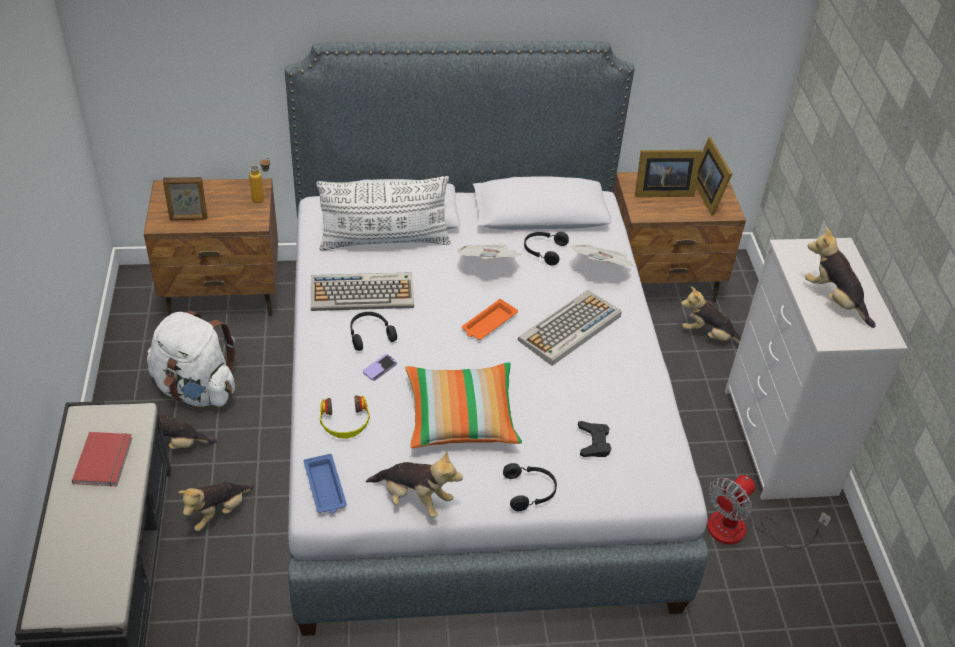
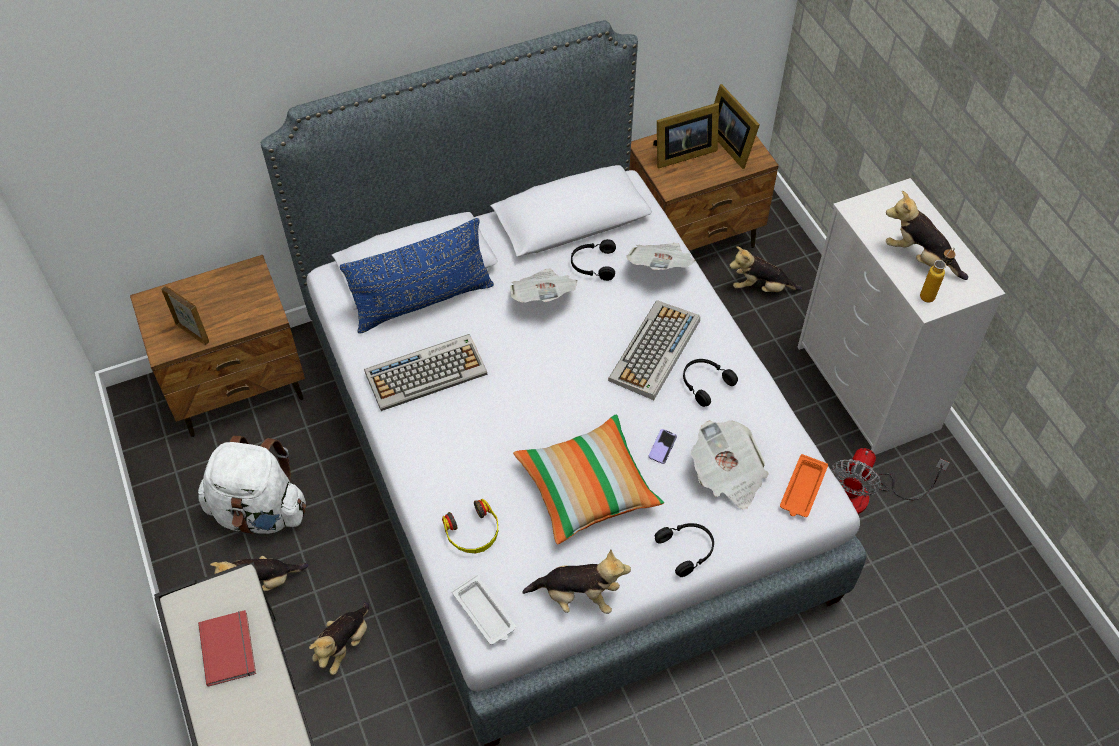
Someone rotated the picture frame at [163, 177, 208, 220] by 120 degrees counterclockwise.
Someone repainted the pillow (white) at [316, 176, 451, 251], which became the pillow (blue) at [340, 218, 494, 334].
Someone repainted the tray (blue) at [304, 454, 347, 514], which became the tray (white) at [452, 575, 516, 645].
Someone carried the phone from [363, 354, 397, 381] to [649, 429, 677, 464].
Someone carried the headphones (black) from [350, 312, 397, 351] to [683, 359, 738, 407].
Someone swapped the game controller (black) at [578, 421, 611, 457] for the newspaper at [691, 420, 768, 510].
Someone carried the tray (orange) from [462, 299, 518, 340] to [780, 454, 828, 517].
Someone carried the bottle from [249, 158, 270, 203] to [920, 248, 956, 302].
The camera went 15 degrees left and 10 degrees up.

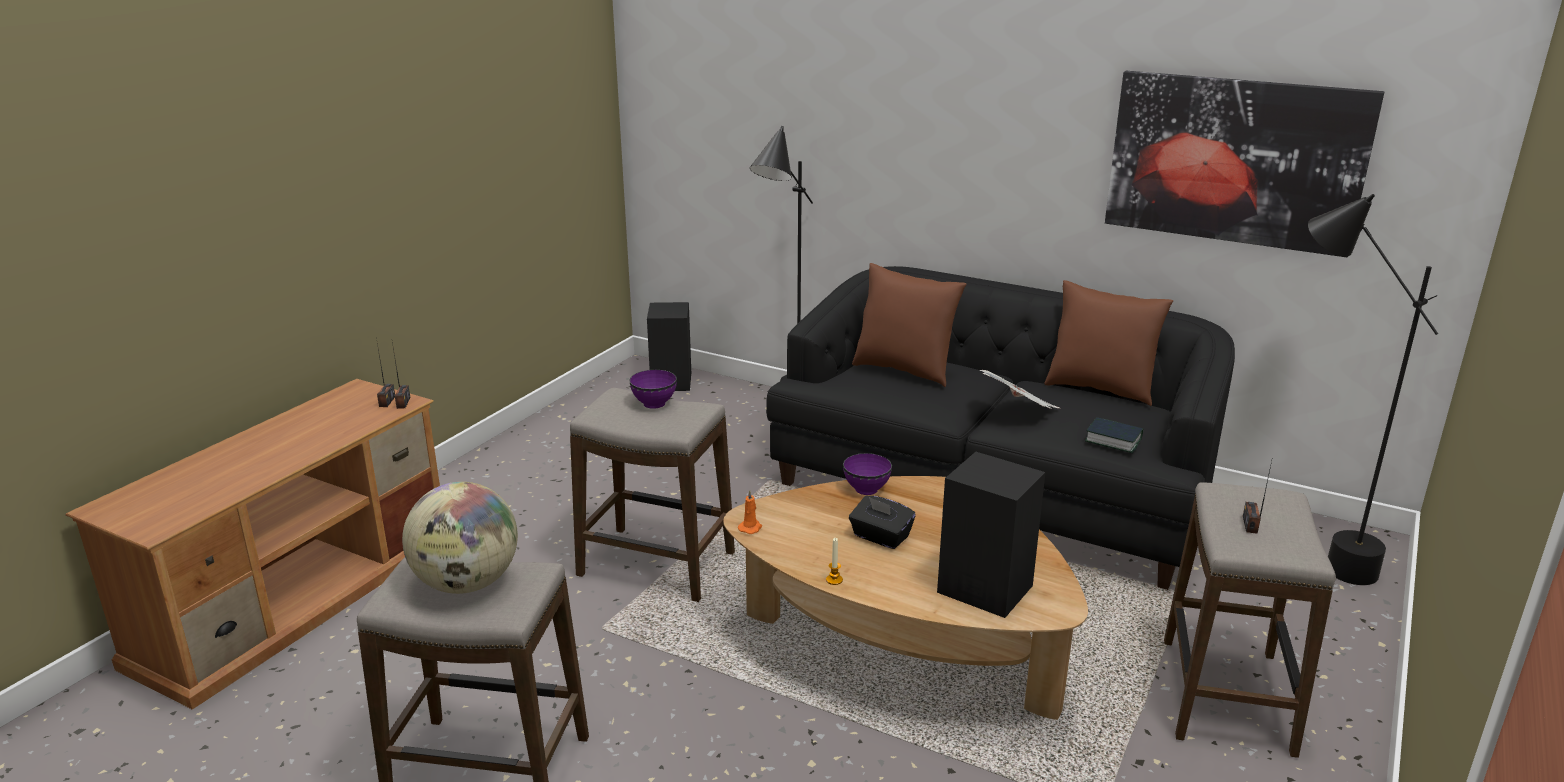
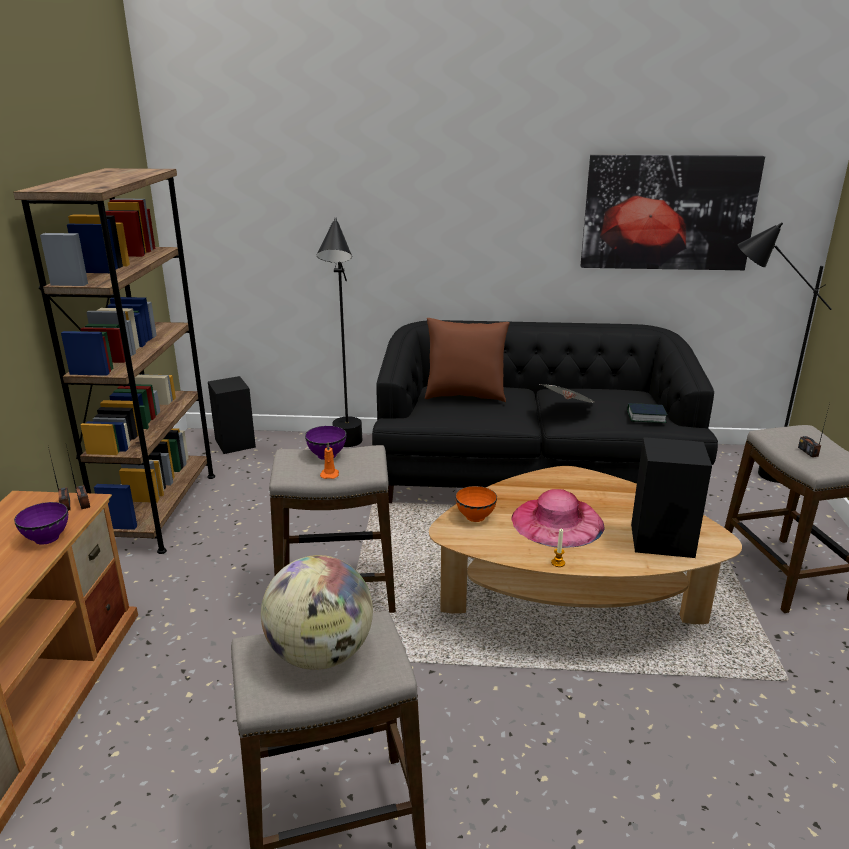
Someone put down the bookcase (brown) at [13, 168, 215, 554].
Someone carried the bowl (purple) from [843, 453, 892, 495] to [14, 502, 68, 545].
Someone carried the candle (orange) from [738, 490, 762, 534] to [320, 443, 339, 479].
Someone put down the bowl (orange) at [455, 486, 497, 522].
Someone swapped the tissue box (black) at [849, 496, 916, 549] for the hat (pink) at [511, 489, 605, 548].
Someone took away the pillow (brown) at [1044, 280, 1173, 406].
The camera went 25 degrees left and 0 degrees up.

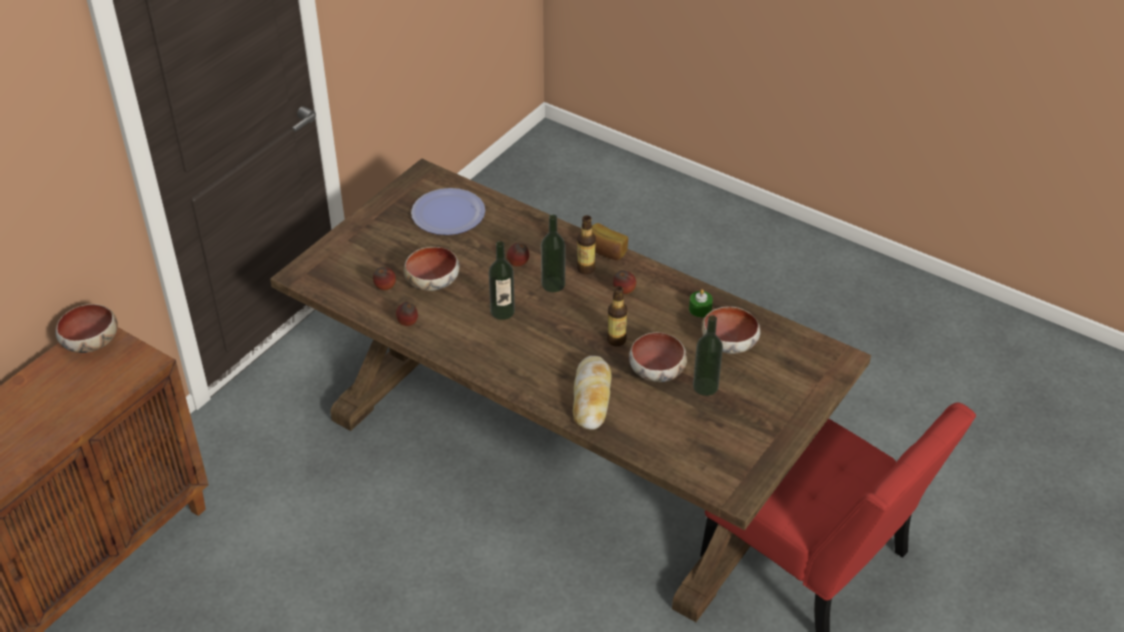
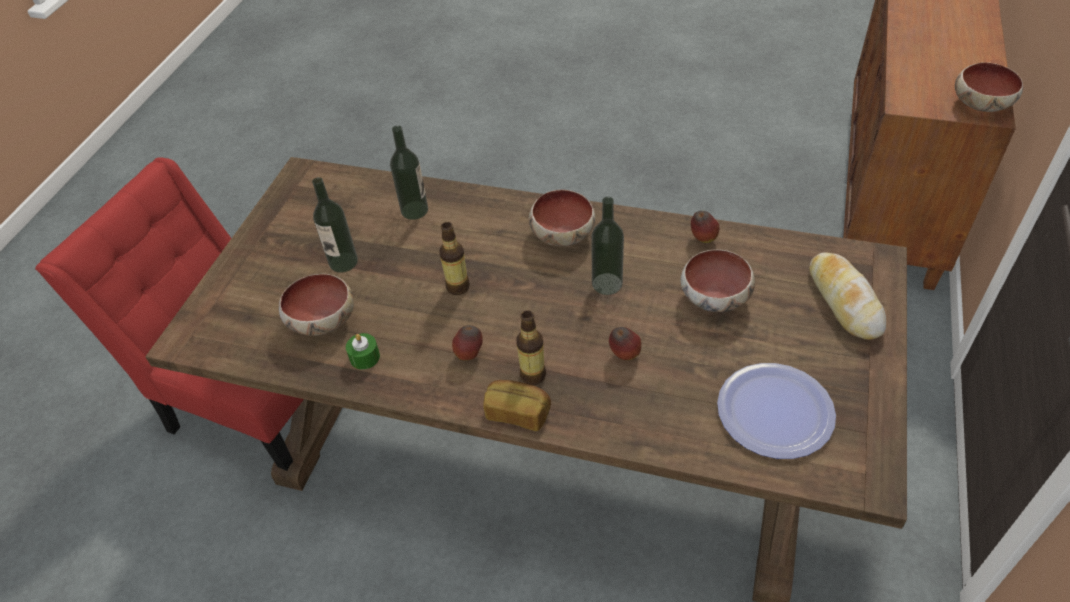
Someone carried the bottle from [541, 214, 565, 292] to [390, 125, 428, 220].
Someone carried the bowl from [629, 332, 687, 382] to [529, 190, 595, 247].
Someone carried the bread from [573, 356, 612, 430] to [809, 252, 886, 340].
Someone took away the apple at [373, 267, 396, 290].
The camera went 165 degrees right and 5 degrees up.

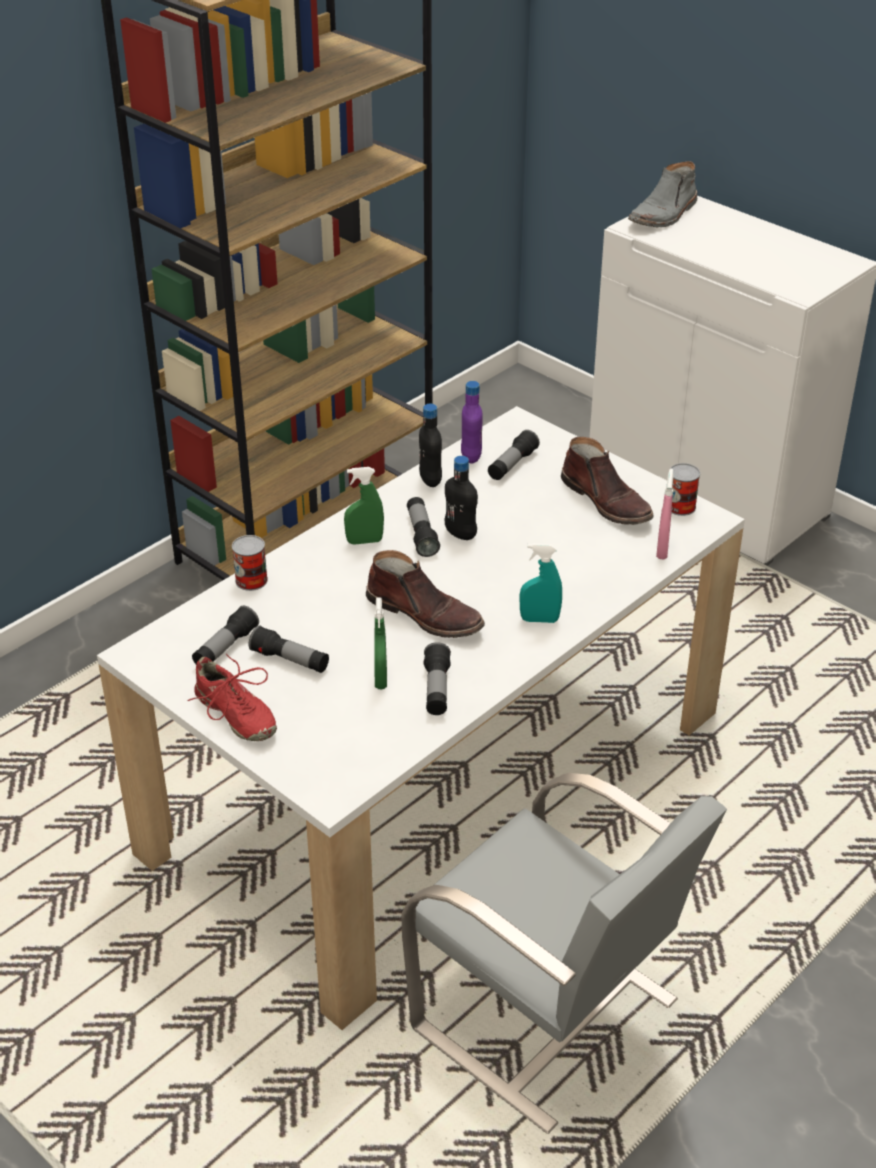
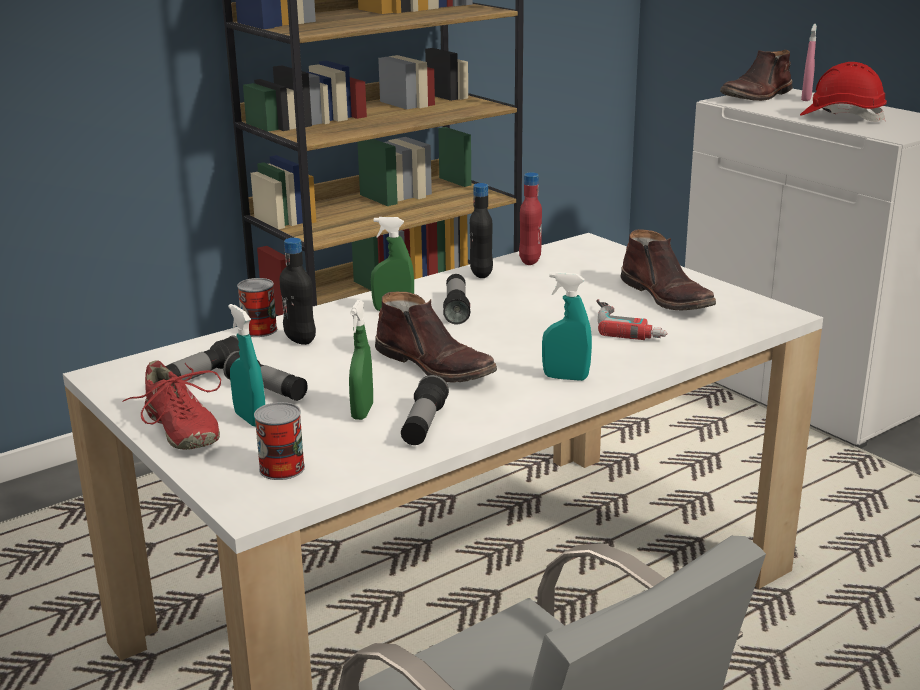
Someone put down the spray bottle (turquoise) at [228, 304, 265, 427].
Someone carried the can from [670, 463, 700, 516] to [254, 402, 305, 480].
Someone carried the bottle (black) from [444, 456, 478, 540] to [280, 238, 316, 345].
Someone repainted the bottle (purple) at [461, 381, 483, 464], which became the bottle (red) at [519, 173, 542, 265].
Someone put down the power drill at [596, 299, 667, 340].
Someone repainted the boot (grey) at [628, 161, 697, 227], which became the boot (brown) at [720, 50, 793, 101].
Someone put down the hard hat (red) at [800, 62, 887, 122].
Someone carried the spray bottle (pink) from [656, 469, 674, 560] to [801, 24, 817, 101].
Someone took away the flashlight at [488, 430, 540, 480].
The camera went 10 degrees right and 15 degrees down.

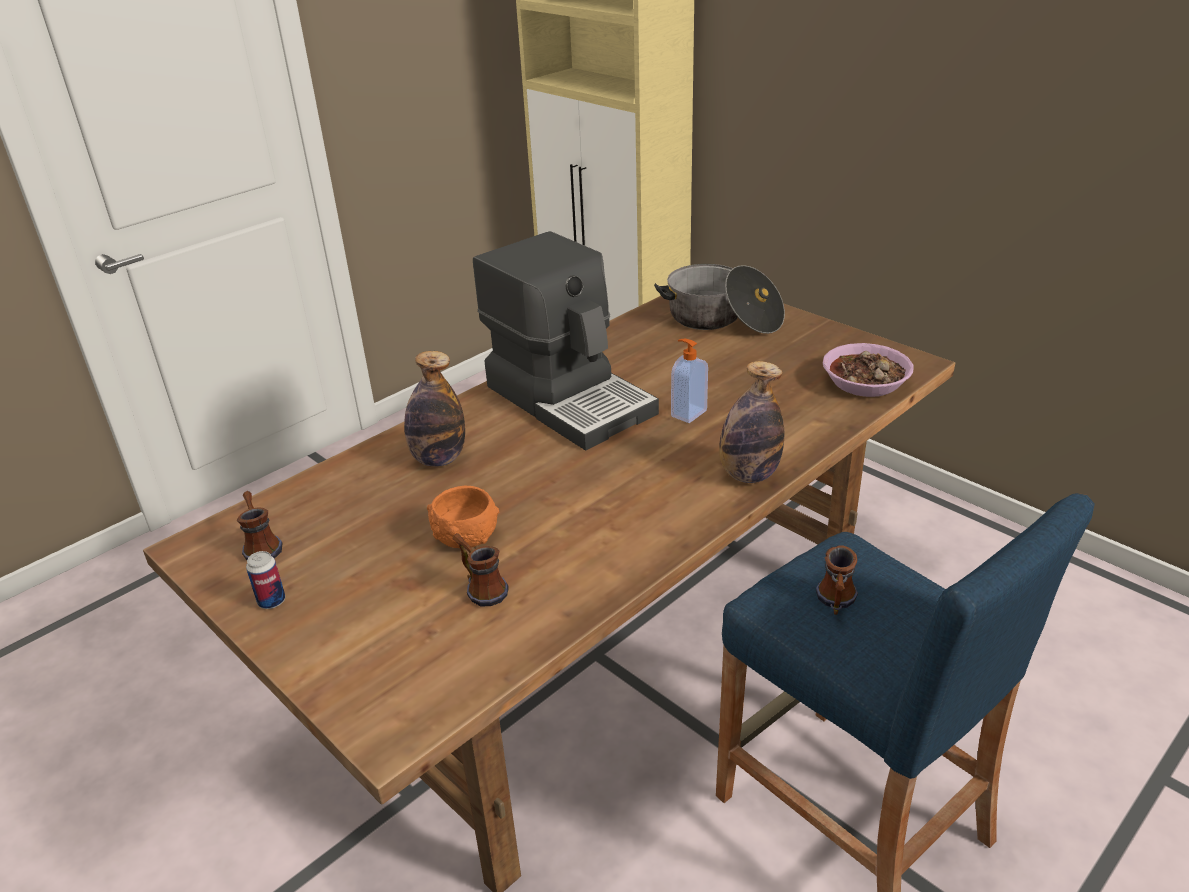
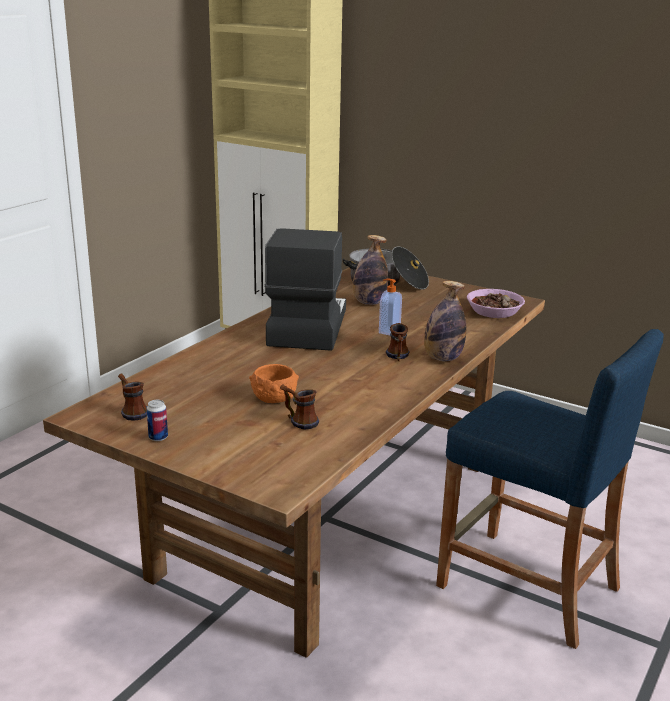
Someone rotated the coffee machine at [473, 231, 659, 450] by 120 degrees counterclockwise.
Someone carried the bottle from [404, 351, 465, 467] to [353, 235, 388, 305].
Someone carried the mug from [816, 545, 858, 615] to [386, 323, 409, 361].
The camera went 15 degrees left and 10 degrees down.

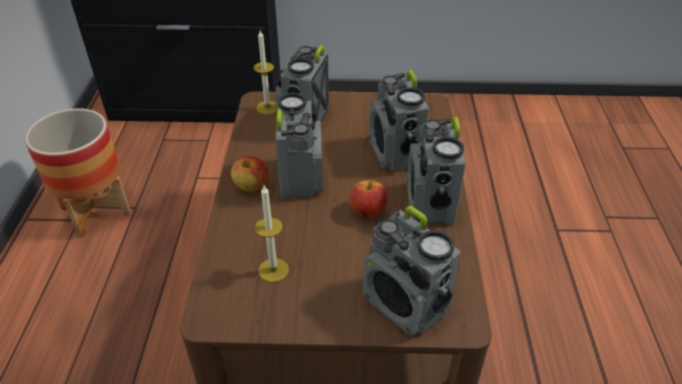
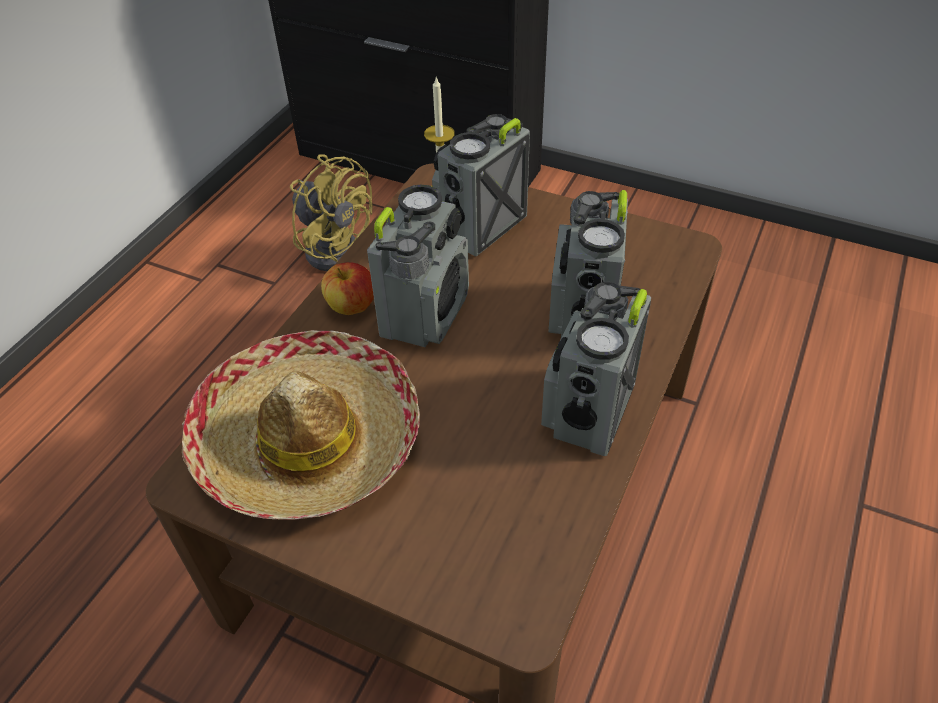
Someone swapped the candle at [255, 185, 289, 282] for the hat at [182, 330, 420, 520].
Someone put down the fan (yellow) at [290, 154, 373, 271].
Someone took away the planter at [25, 108, 132, 238].
Someone took away the apple at [349, 180, 388, 218].
Someone took away the radio at [363, 206, 461, 335].
The camera went 25 degrees right and 5 degrees up.

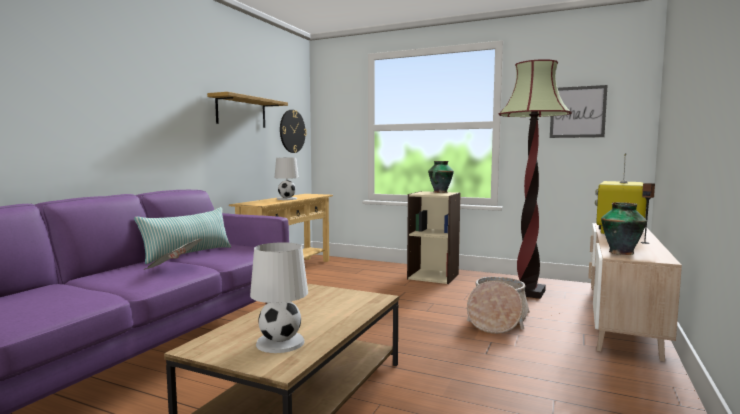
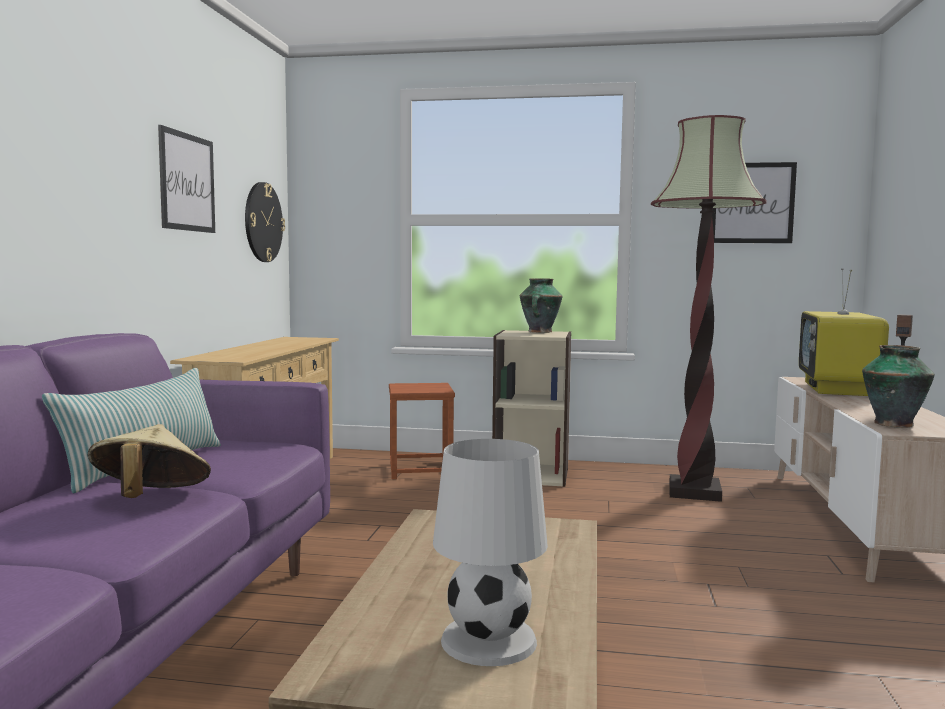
Someone swapped the newspaper at [144, 238, 202, 270] for the hat (beige) at [88, 424, 211, 498].
Someone swapped the shelf at [207, 92, 288, 128] for the picture at [158, 125, 215, 233].
Someone put down the stool (brown) at [389, 383, 455, 479].
Someone took away the table lamp (white) at [275, 158, 299, 200].
Someone took away the basket at [467, 277, 530, 334].
The camera went 15 degrees left and 0 degrees up.

